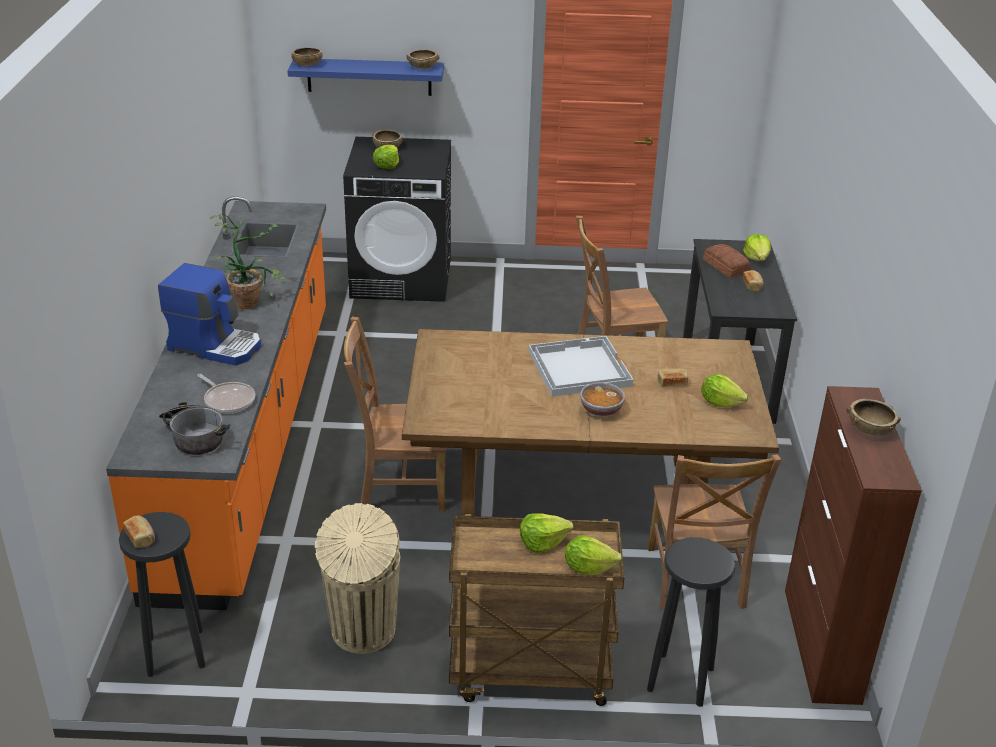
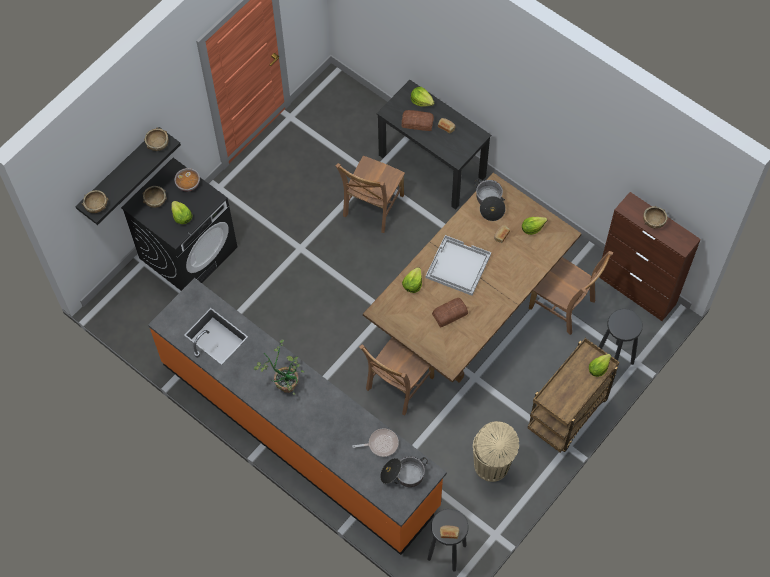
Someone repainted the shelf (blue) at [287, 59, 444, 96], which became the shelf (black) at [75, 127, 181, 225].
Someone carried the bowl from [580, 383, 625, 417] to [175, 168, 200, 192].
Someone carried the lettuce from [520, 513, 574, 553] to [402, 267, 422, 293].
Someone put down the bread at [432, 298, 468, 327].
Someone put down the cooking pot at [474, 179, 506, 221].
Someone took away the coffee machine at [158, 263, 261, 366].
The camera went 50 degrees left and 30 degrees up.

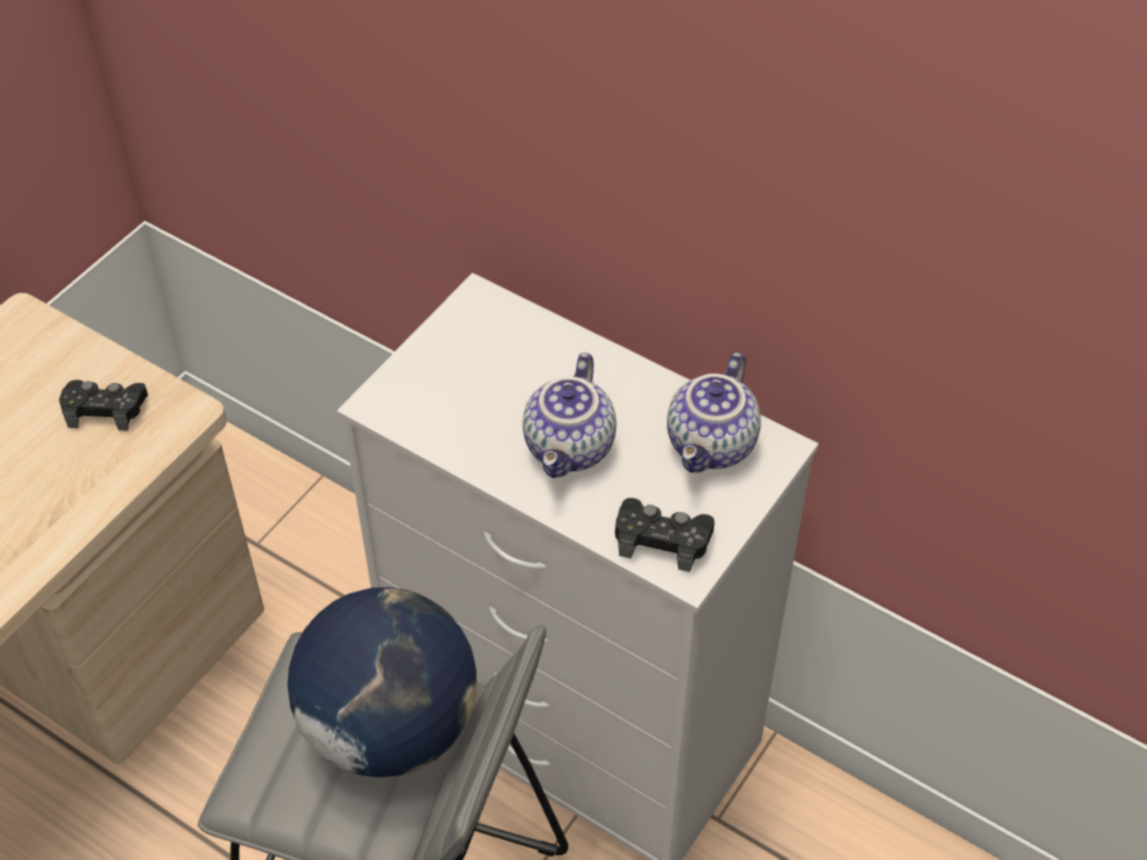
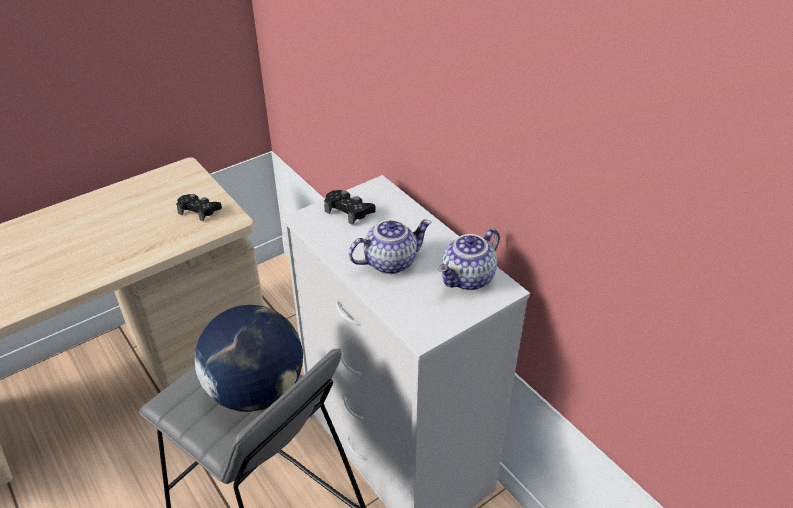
Someone carried the game controller (black) from [615, 498, 715, 572] to [324, 190, 376, 225].
Someone rotated the teapot at [523, 353, 616, 478] by 150 degrees counterclockwise.
The camera went 20 degrees right and 10 degrees down.

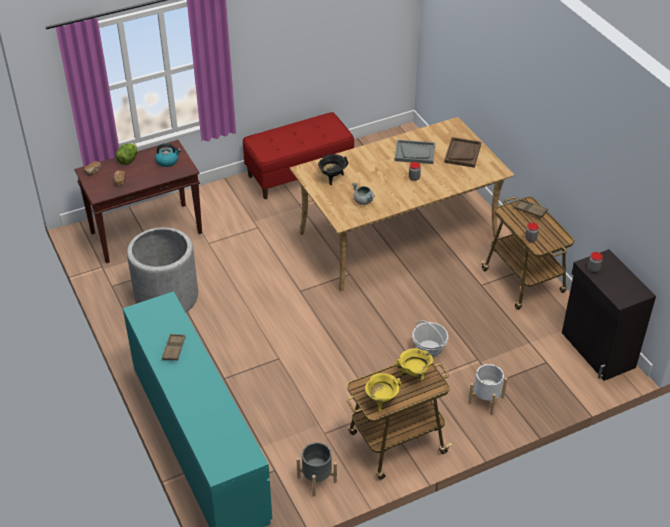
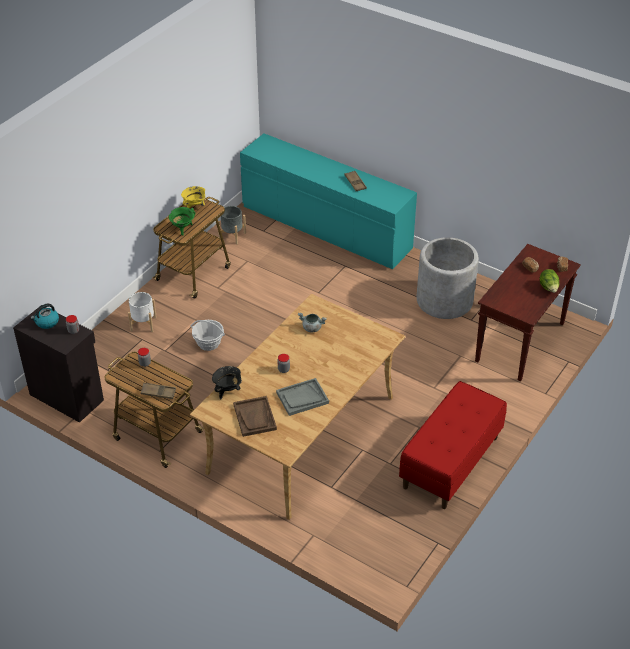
Someone carried the kettle from [155, 143, 181, 167] to [31, 304, 59, 329].
Someone repainted the cooking pot (yellow) at [395, 348, 433, 380], which became the cooking pot (green) at [169, 207, 195, 236].
Someone carried the cooking pot (black) from [318, 154, 348, 185] to [212, 366, 242, 400].
The camera went 150 degrees right and 0 degrees up.

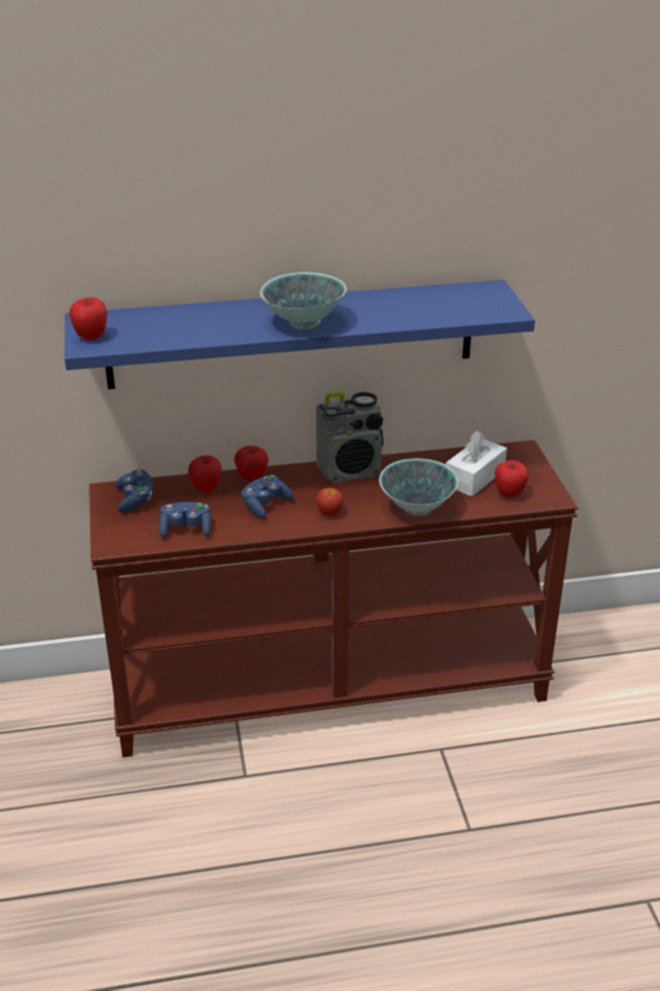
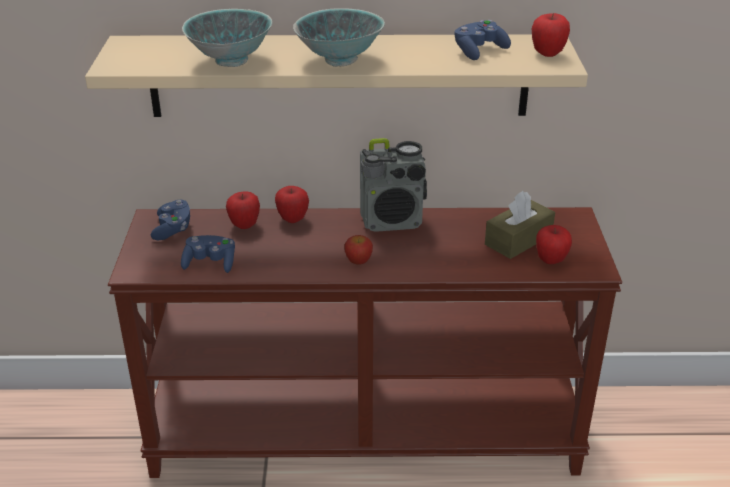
Someone repainted the shelf (blue) at [65, 280, 535, 389], which became the shelf (beige) at [85, 34, 588, 117].
Someone carried the bowl from [379, 458, 458, 516] to [182, 9, 272, 67].
Someone carried the game controller (blue) from [241, 475, 293, 519] to [454, 20, 511, 60].
Someone repainted the tissue box (white) at [446, 431, 507, 497], which became the tissue box (brown) at [485, 191, 555, 259].
Someone carried the apple from [69, 297, 107, 340] to [532, 13, 570, 57].
The camera went 10 degrees right and 0 degrees up.

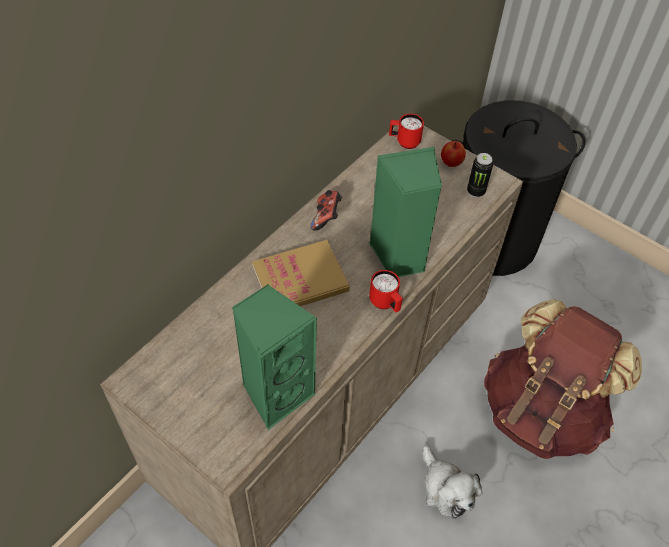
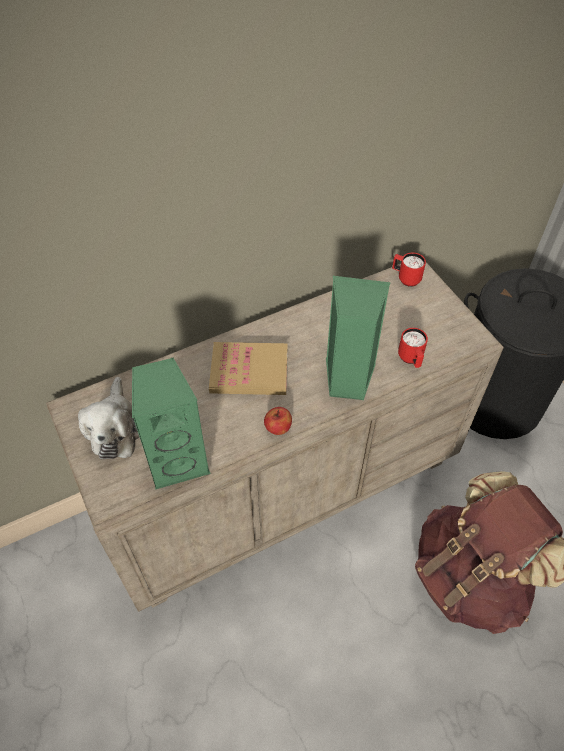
Someone carried the plush toy from [423, 445, 482, 519] to [78, 377, 139, 459].
Someone carried the apple from [441, 141, 466, 167] to [264, 407, 292, 435].
Someone carried the mug (red) from [369, 270, 403, 312] to [398, 328, 428, 368].
Someone took away the game controller at [311, 190, 342, 231].
Someone took away the can at [467, 153, 493, 197].
The camera went 25 degrees right and 0 degrees up.

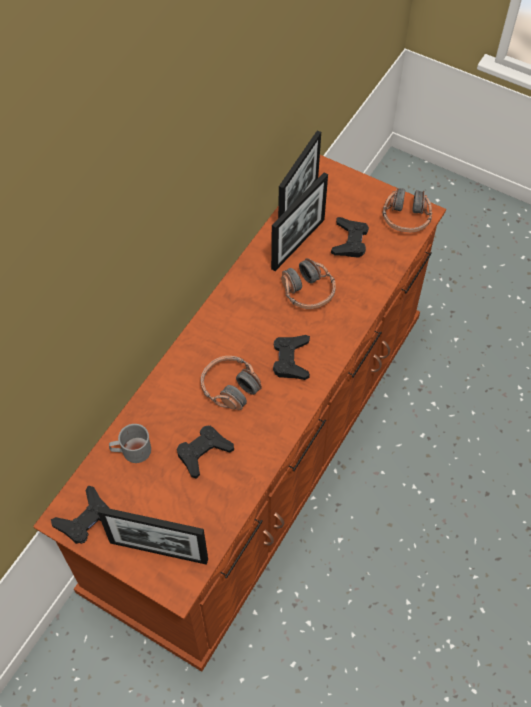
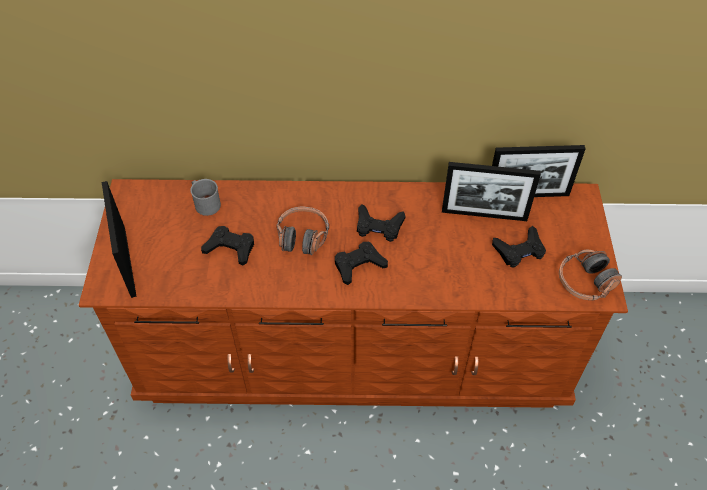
Someone carried the game controller (black) from [51, 485, 110, 544] to [357, 204, 406, 242].
Someone took away the headphones at [281, 258, 336, 309].
The camera went 60 degrees right and 5 degrees down.

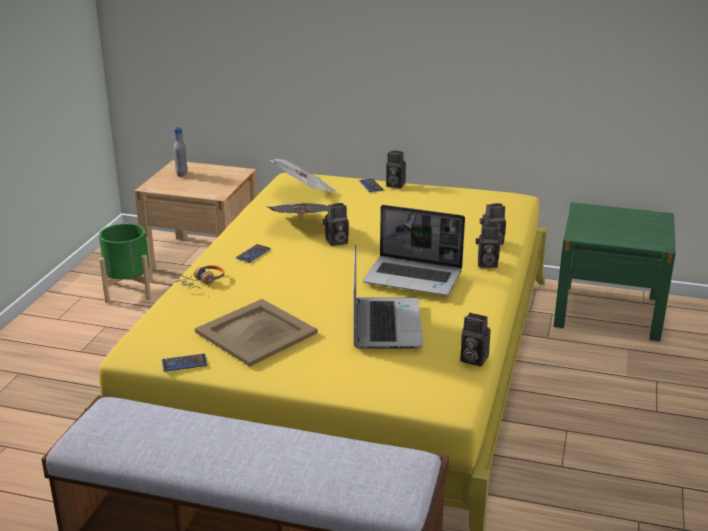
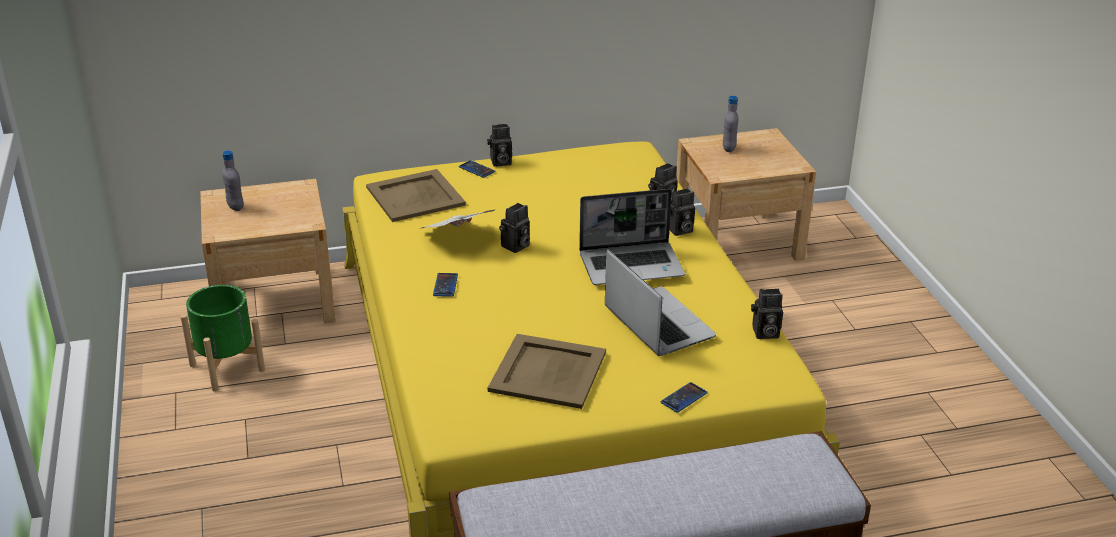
Someone swapped the newspaper at [270, 159, 339, 193] for the tray (beige) at [366, 169, 466, 222].
Someone carried the phone from [162, 354, 208, 372] to [660, 382, 708, 413].
Someone repainted the nightstand (green) at [554, 202, 676, 341], which became the nightstand (beige) at [676, 128, 816, 261].
Someone put down the bottle (grey) at [723, 96, 738, 152].
Someone took away the headphones at [171, 265, 225, 289].
The camera went 30 degrees left and 5 degrees up.

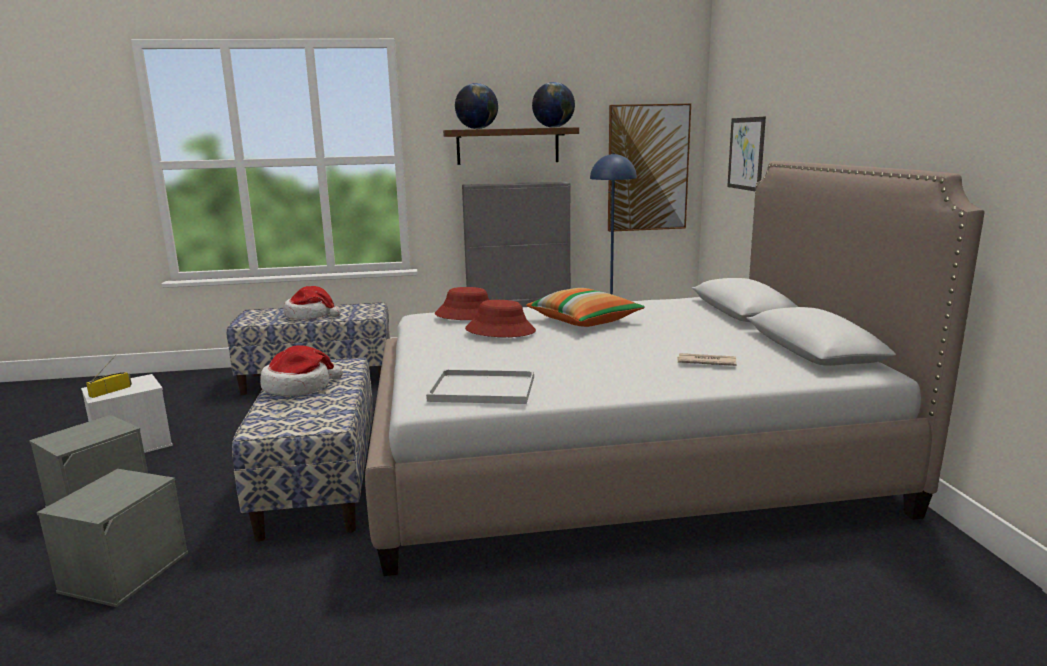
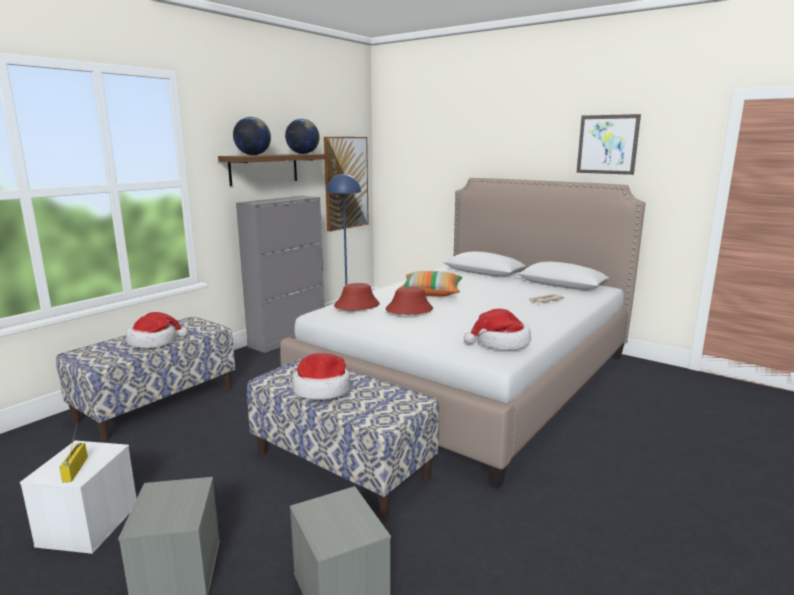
Someone swapped the tray (white) at [426, 369, 534, 404] for the hat at [464, 309, 531, 350].
Someone carried the picture from [727, 117, 766, 191] to [576, 114, 641, 175].
The camera went 45 degrees left and 0 degrees up.

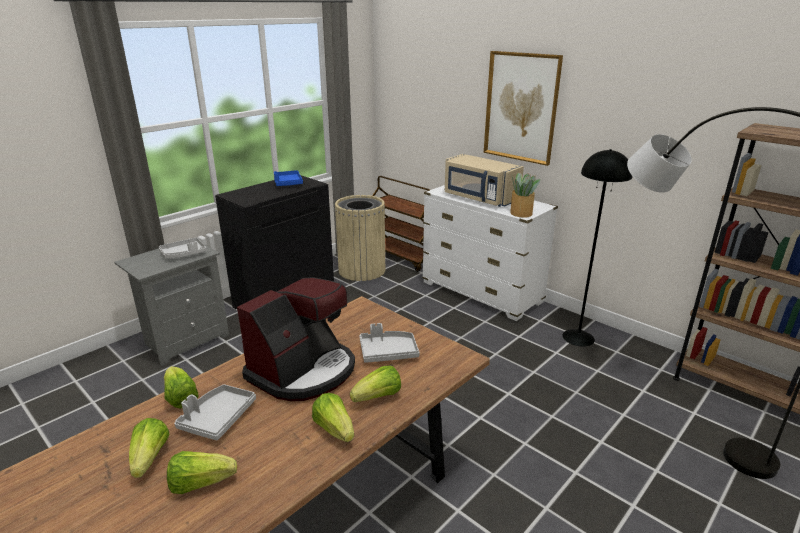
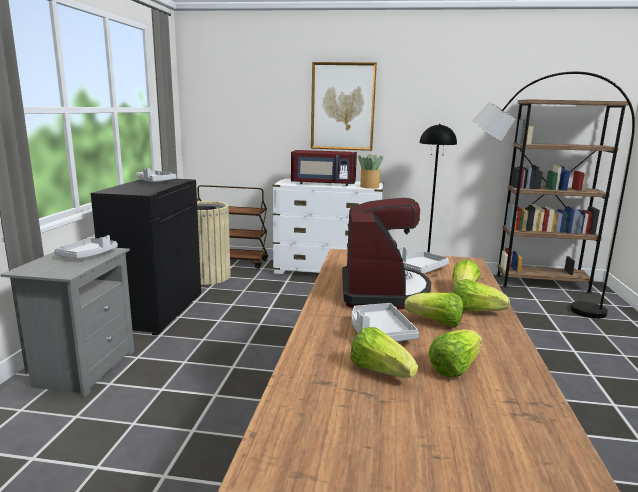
Someone repainted the tray (blue) at [274, 170, 303, 186], which became the tray (grey) at [136, 168, 177, 182].
Someone repainted the microwave (beige) at [444, 154, 524, 207], which became the microwave (red) at [291, 150, 357, 186].
Someone carried the lettuce from [164, 366, 199, 409] to [404, 292, 463, 327].
The camera went 35 degrees left and 10 degrees down.

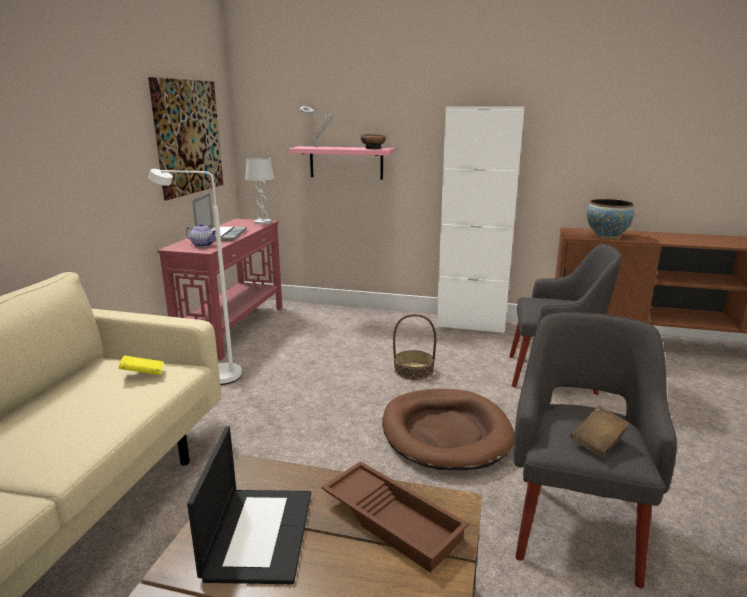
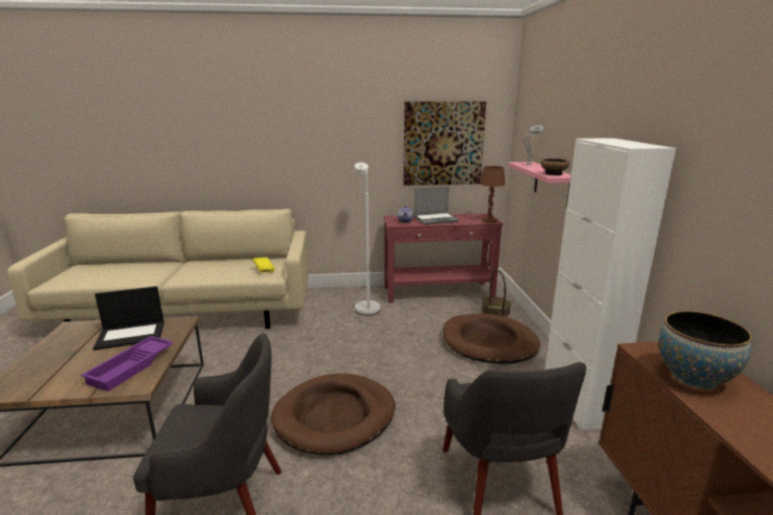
Someone repainted the tray (brown) at [321, 461, 469, 573], which became the tray (purple) at [81, 336, 174, 391].
Someone put down the dog bed (brown) at [443, 314, 540, 364].
Someone repainted the table lamp (white) at [245, 158, 274, 224], which became the table lamp (brown) at [480, 166, 505, 223].
Someone carried the basket from [393, 314, 436, 380] to [481, 270, 511, 317].
Someone took away the book (brown) at [570, 406, 630, 457].
The camera went 70 degrees right and 0 degrees up.

